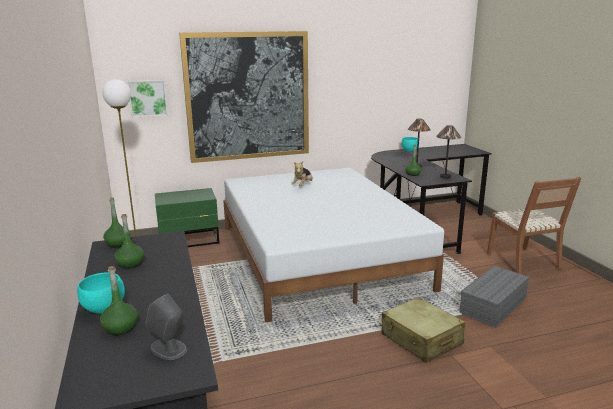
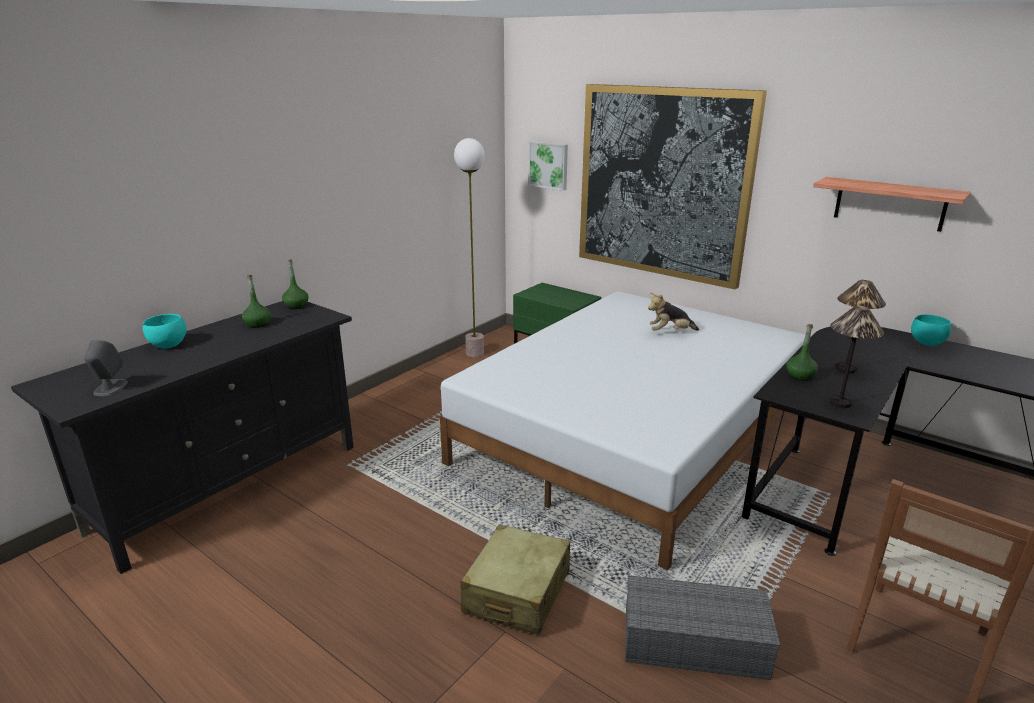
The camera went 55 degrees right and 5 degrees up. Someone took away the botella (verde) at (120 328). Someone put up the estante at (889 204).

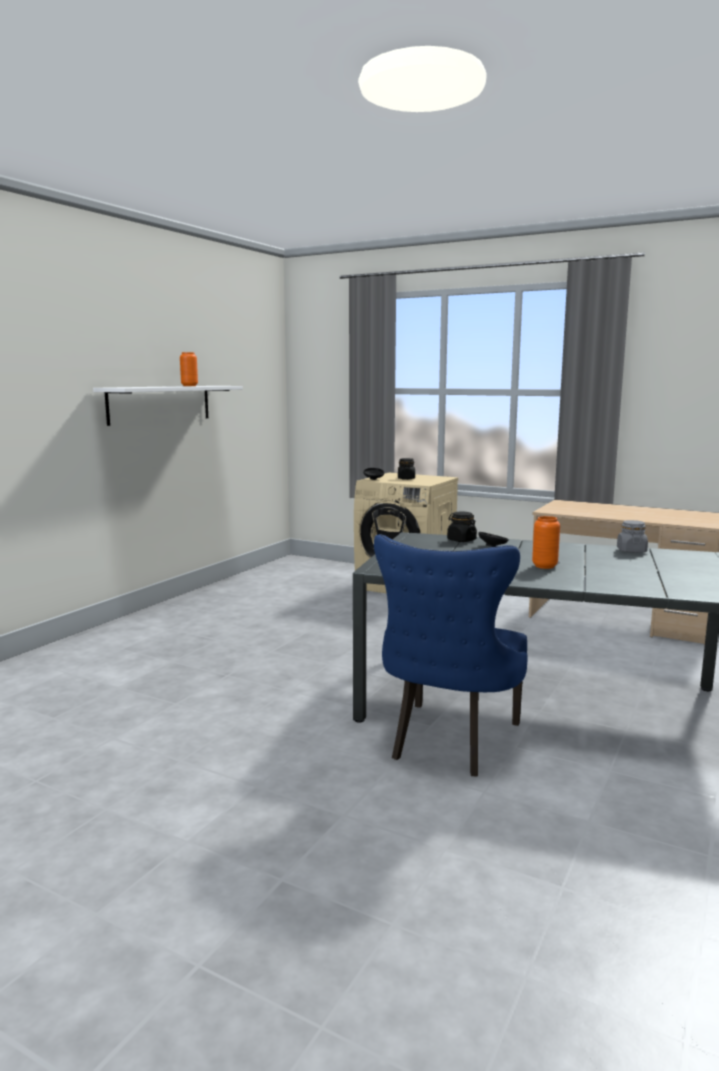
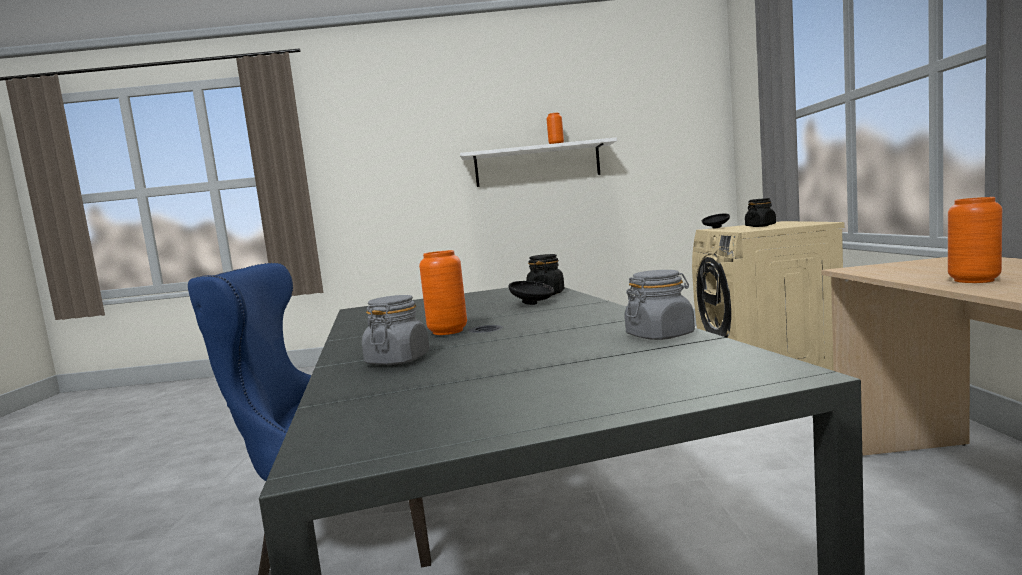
The camera went 60 degrees right and 5 degrees down. Someone put down the tarro (gris) at (398 360). Someone put down the florero (naranja) at (973 280).

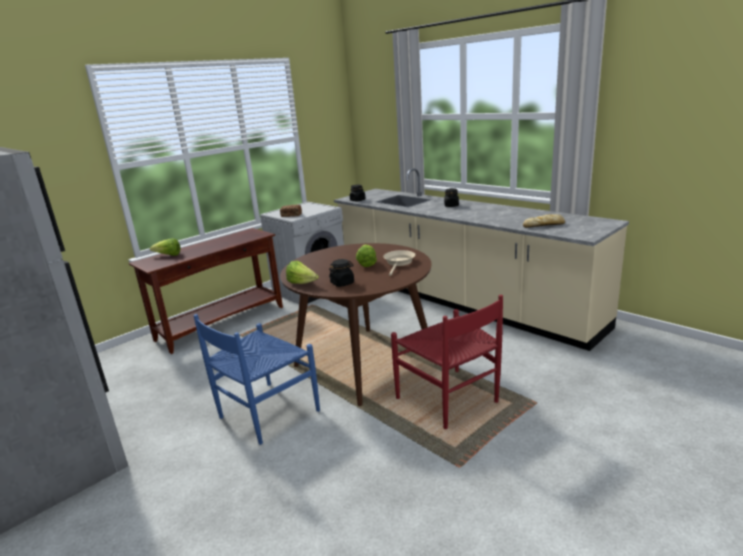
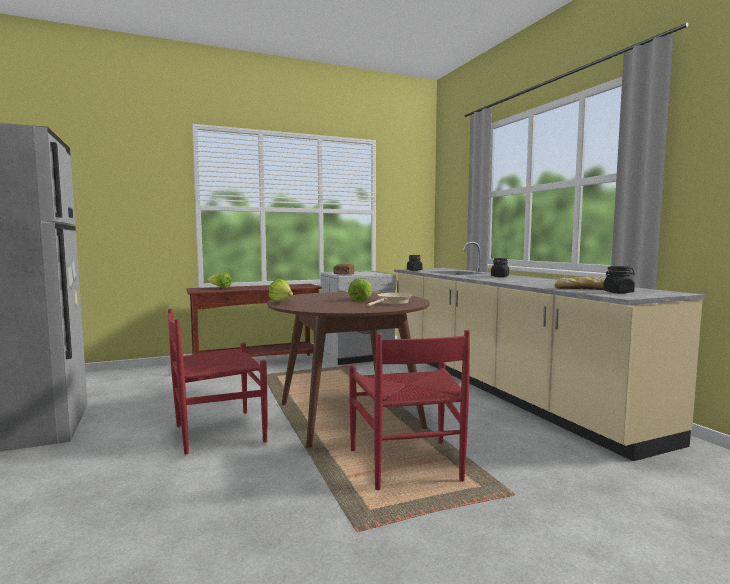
The camera went 20 degrees right and 15 degrees down. Someone repainted the silla (azul) at (266 413), which became the silla (rojo) at (218 433). Someone carried the tarro (negro) from (342 283) to (618 292).

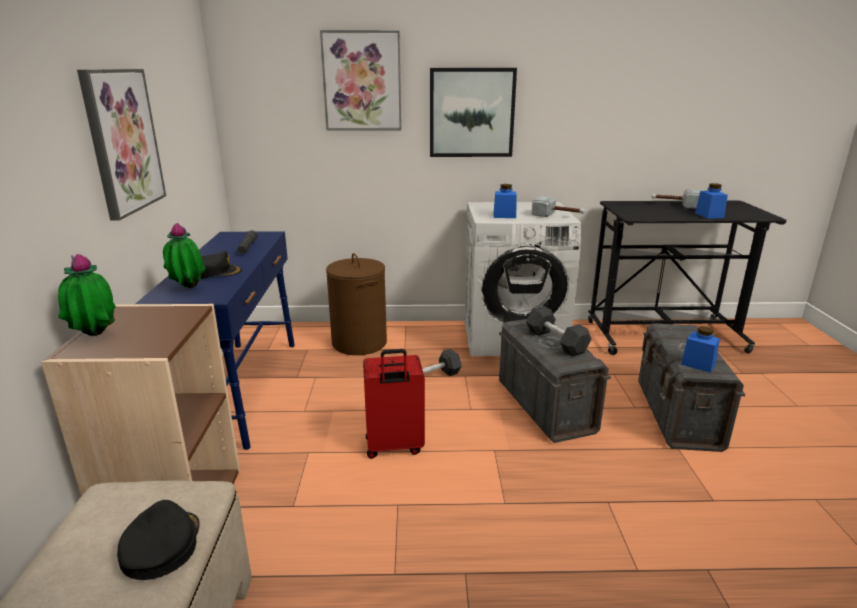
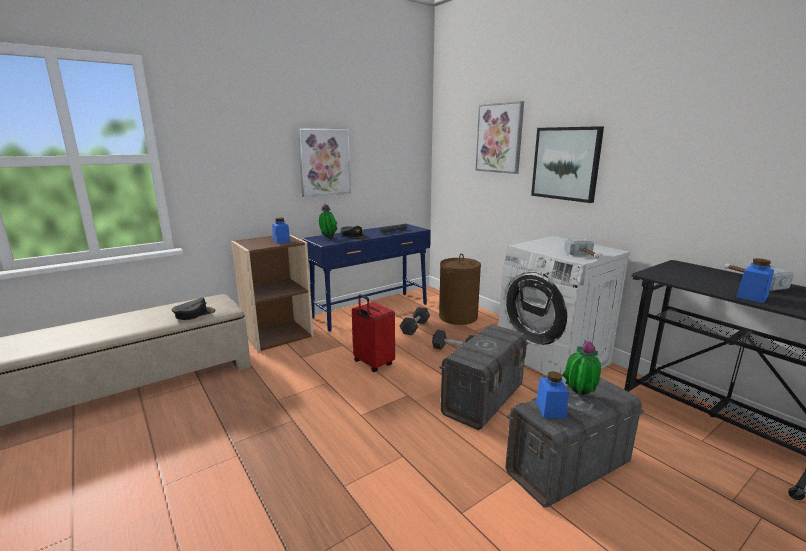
The camera went 55 degrees right and 5 degrees down. Someone carried the planta en maceta from (95 337) to (578 395). Someone carried the tarro (azul) from (504 215) to (281 241). Someone carried the mancuerna (gris) from (556 341) to (415 327).

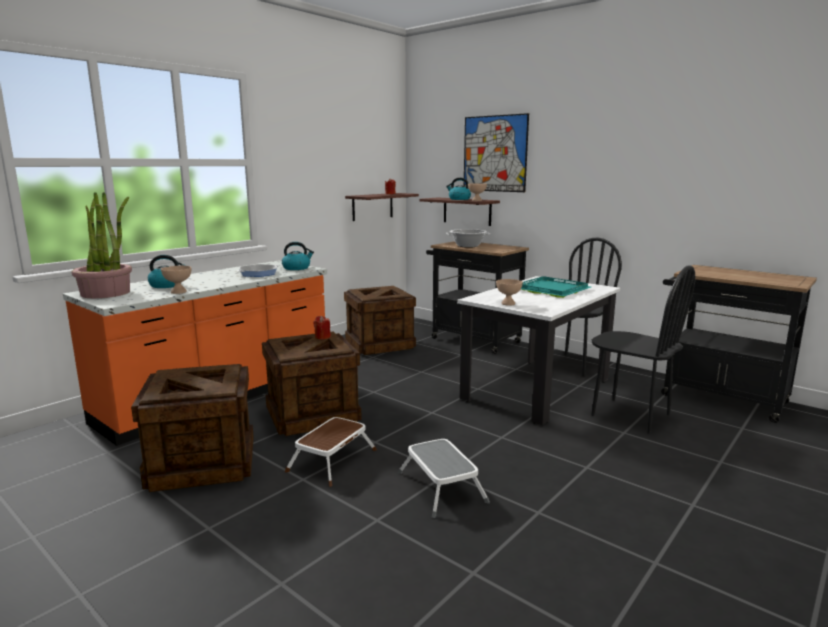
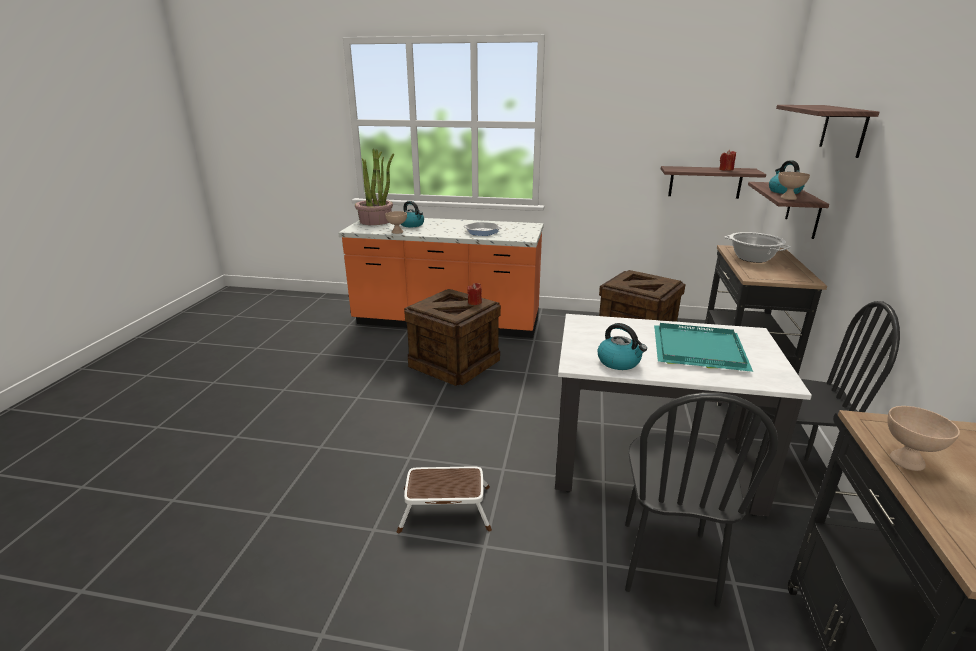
The camera went 60 degrees right and 10 degrees up. Someone took away the caja de embalaje at (201 464). Someone carried the hervidor from (297 268) to (619 362). Someone carried the escalera de tijera (marrón) from (332 460) to (445 509). Someone took away the escalera de tijera (gris) at (442 486). Someone swapped the cuadro at (494 153) for the estante at (843 130). Someone carried the cuenco (beis) from (507 303) to (906 460).

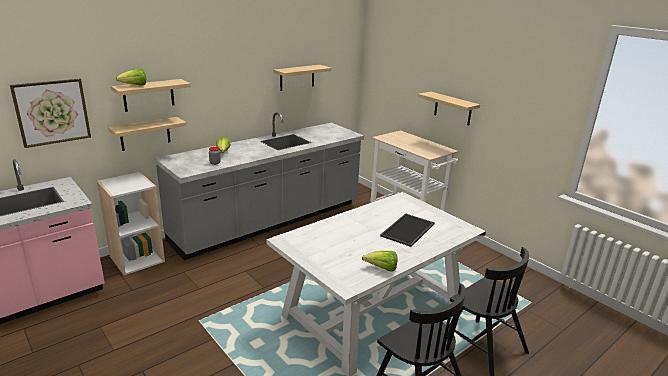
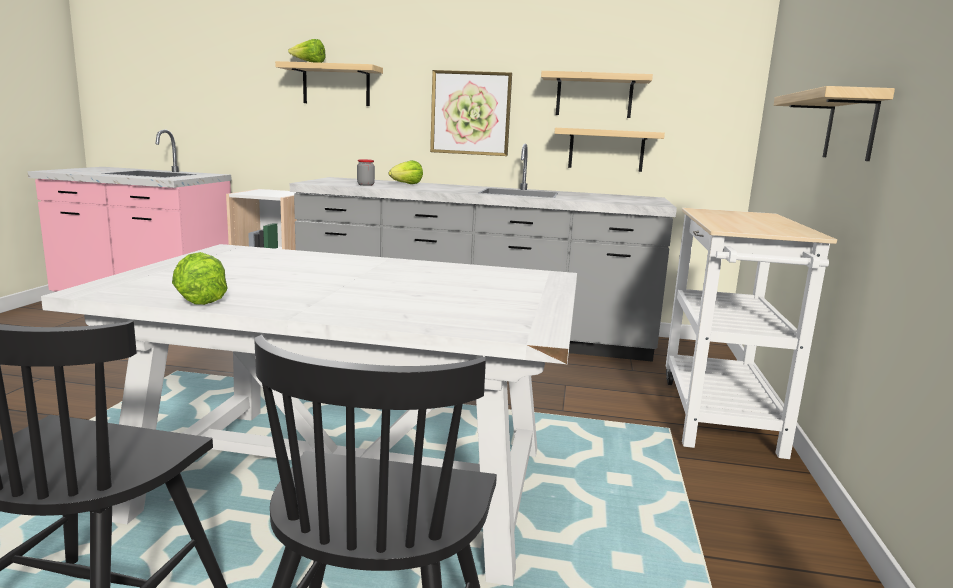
The camera went 50 degrees right and 10 degrees down. Someone carried the cuadro from (52 112) to (470 113). Someone carried the estante from (145 134) to (606 150). Someone took away the bandeja at (408 230).

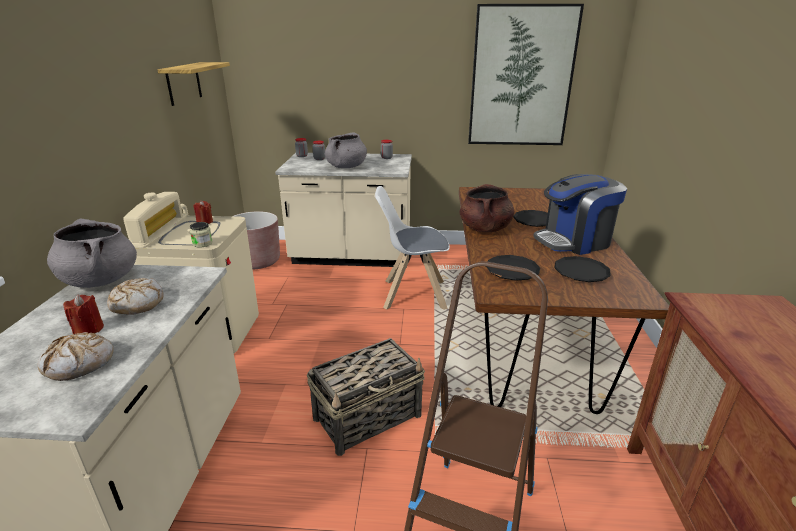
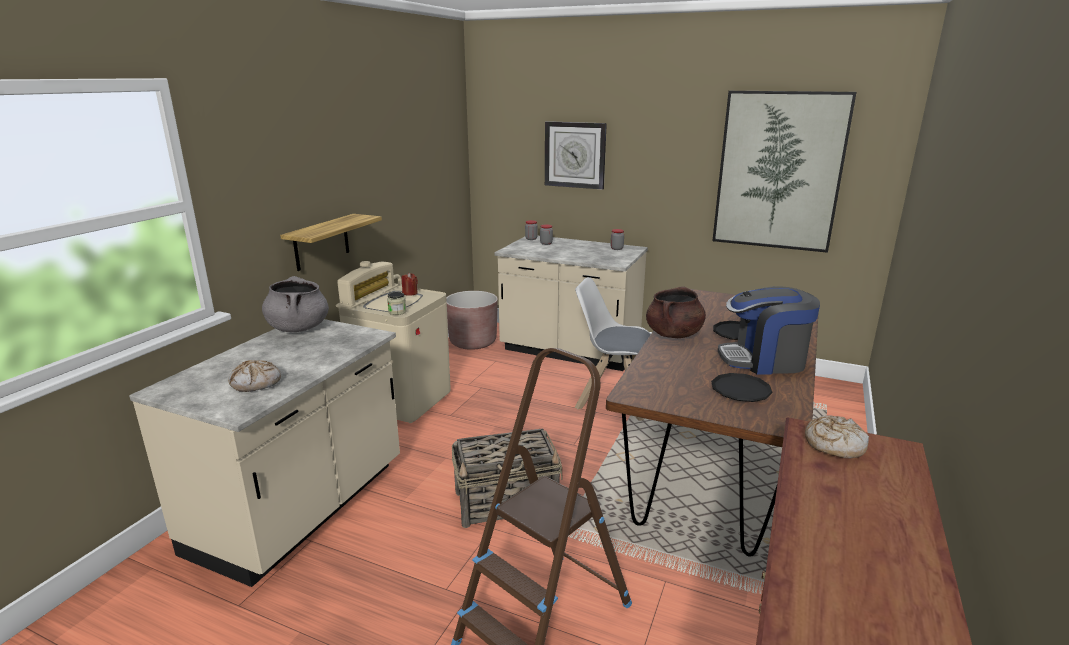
The camera went 20 degrees right and 5 degrees down. Someone took away the vela (rojo) at (88 329). Someone carried the pan from (137 303) to (833 444). Someone carried the estante from (184 83) to (321 242). Someone took away the olla (gris) at (346 167). Someone took away the plato (negro) at (512 271). Someone put up the reloj de pared at (575 155).

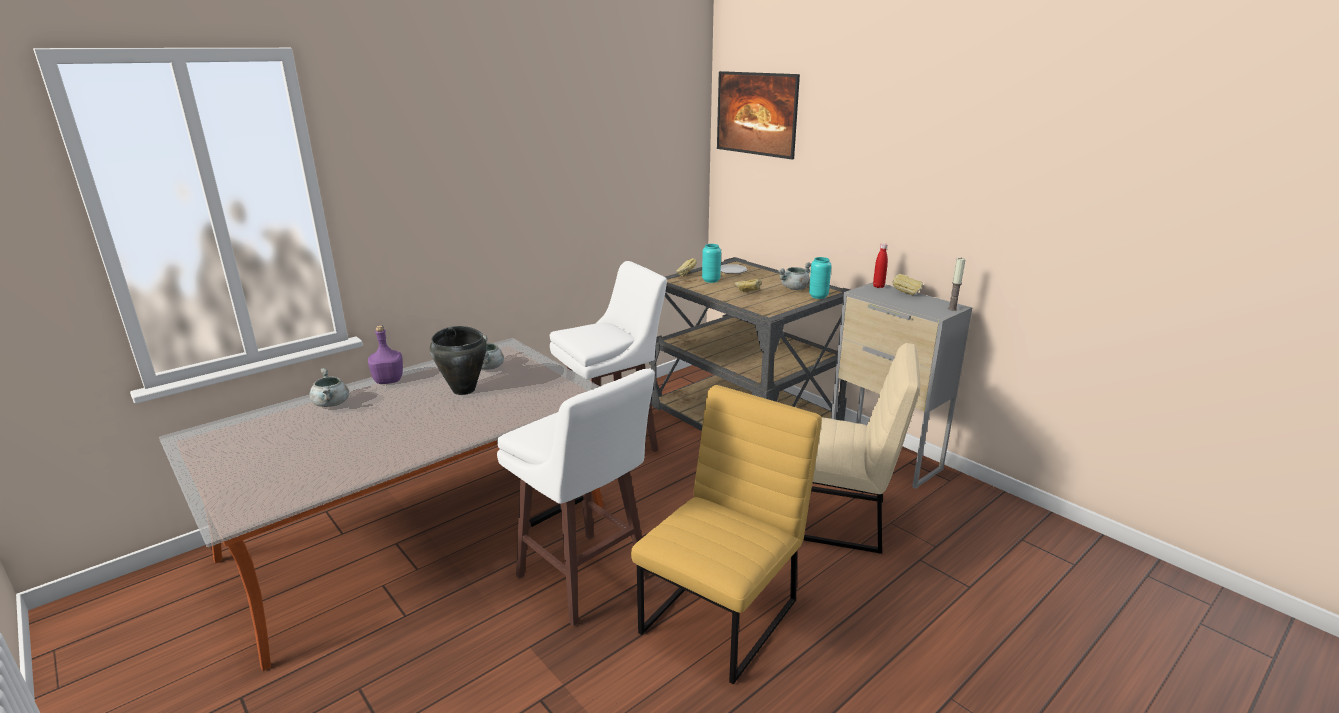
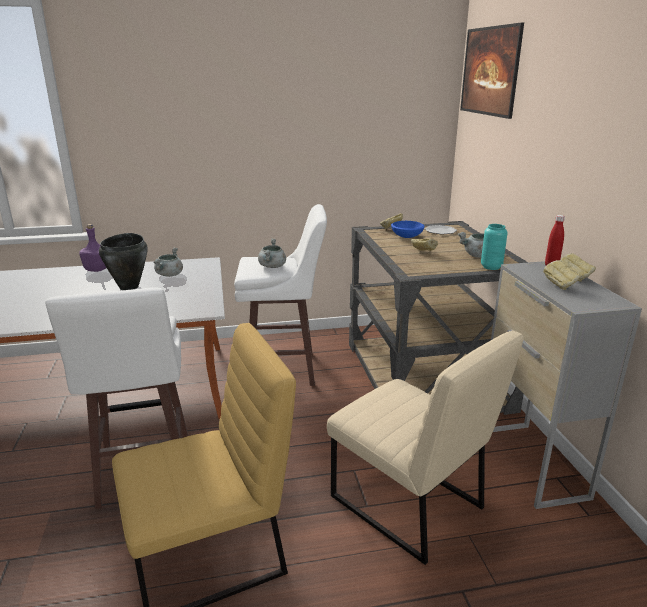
The camera went 30 degrees right and 0 degrees up. Someone carried the olla (gris) from (332 404) to (272 266). Someone swapped the florero (turquesa) at (711 280) for the cuenco (azul) at (406 236). Someone took away the vela at (952 309). Someone put down the pan at (559 286).

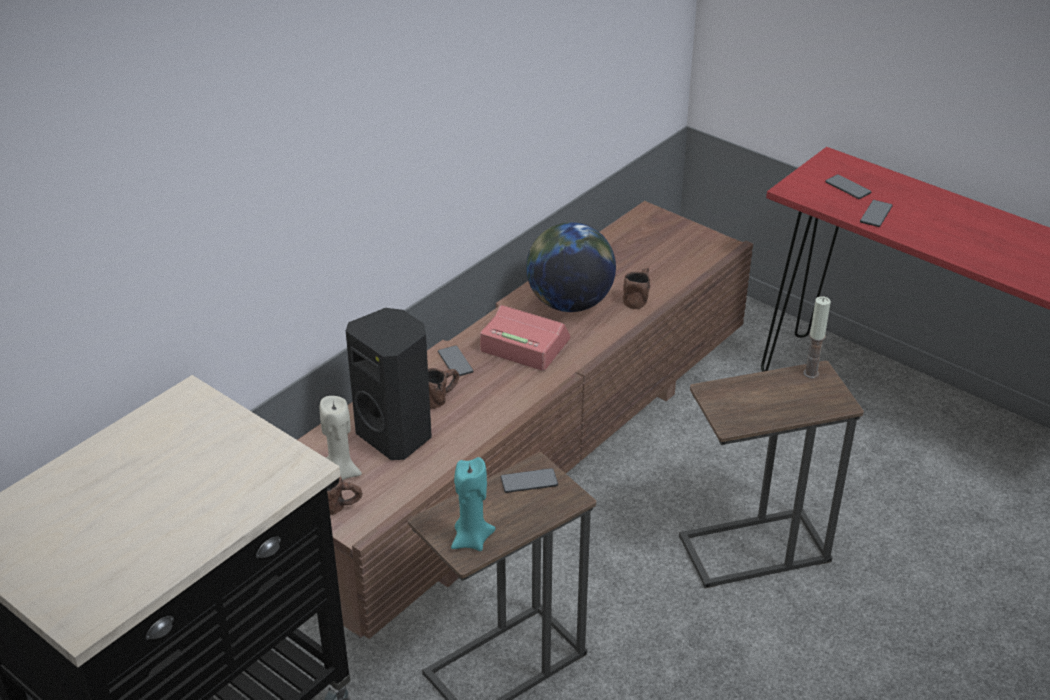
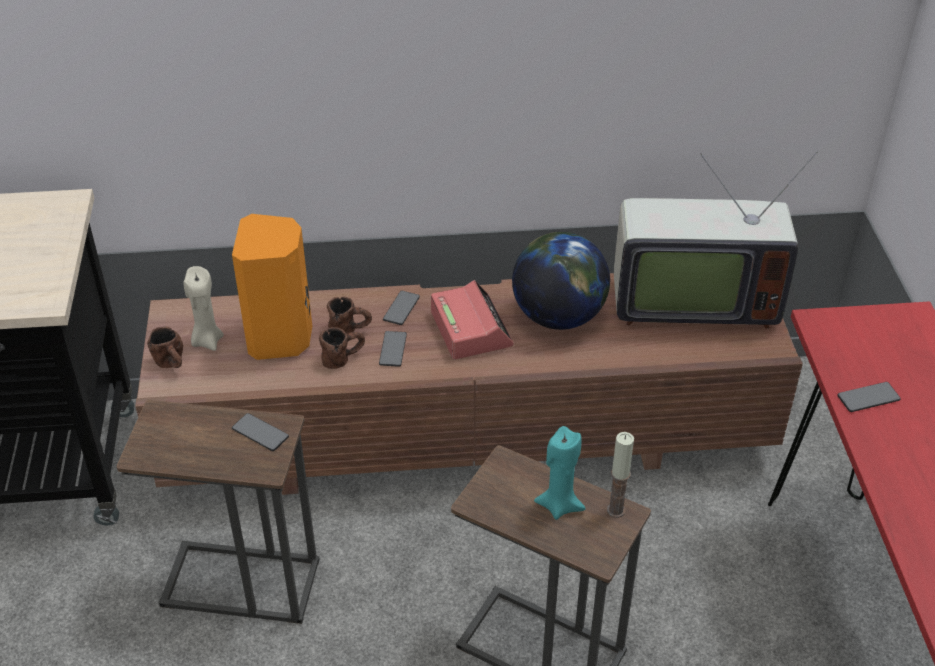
The camera went 45 degrees right and 5 degrees up. Someone repainted the altavoz (negro) at (397 435), which became the altavoz (naranja) at (281 338). Someone carried the vela (turquesa) from (471 540) to (559 505). Someone carried the taza grande (marrón) from (638 298) to (344 358). Someone carried the móvil from (848 188) to (393 349). Someone put down the televisor at (690 301).

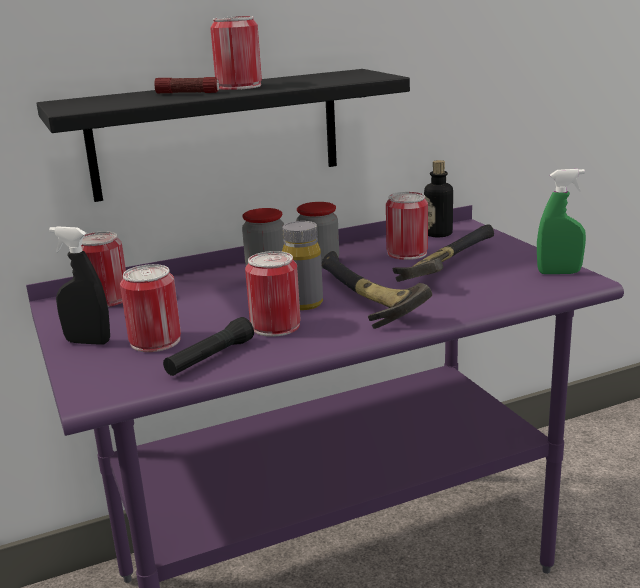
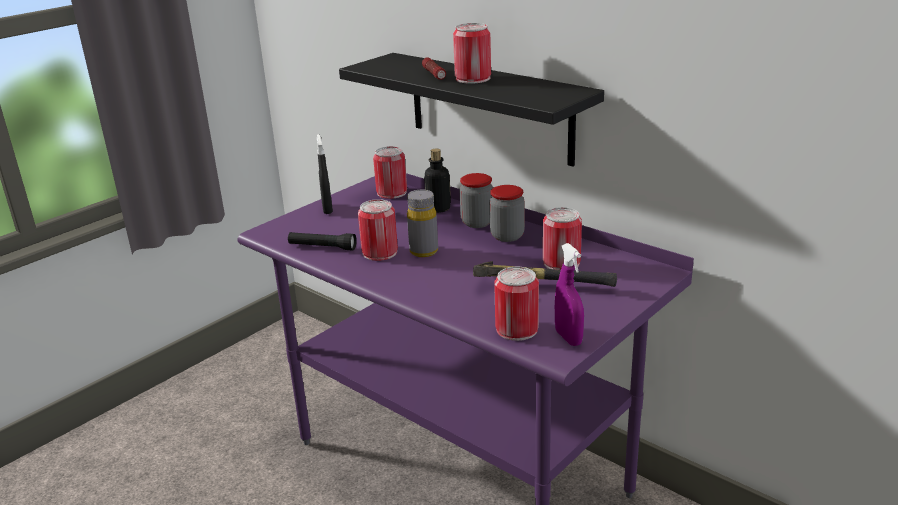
The camera went 65 degrees right and 5 degrees up. Someone carried the lata from (155 341) to (517 329). Someone took away the martillo at (364 301). Someone carried the botella from (438 234) to (438 208). Someone repainted the pulverizador (verde) at (559 273), which became the pulverizador (morado) at (568 338).

